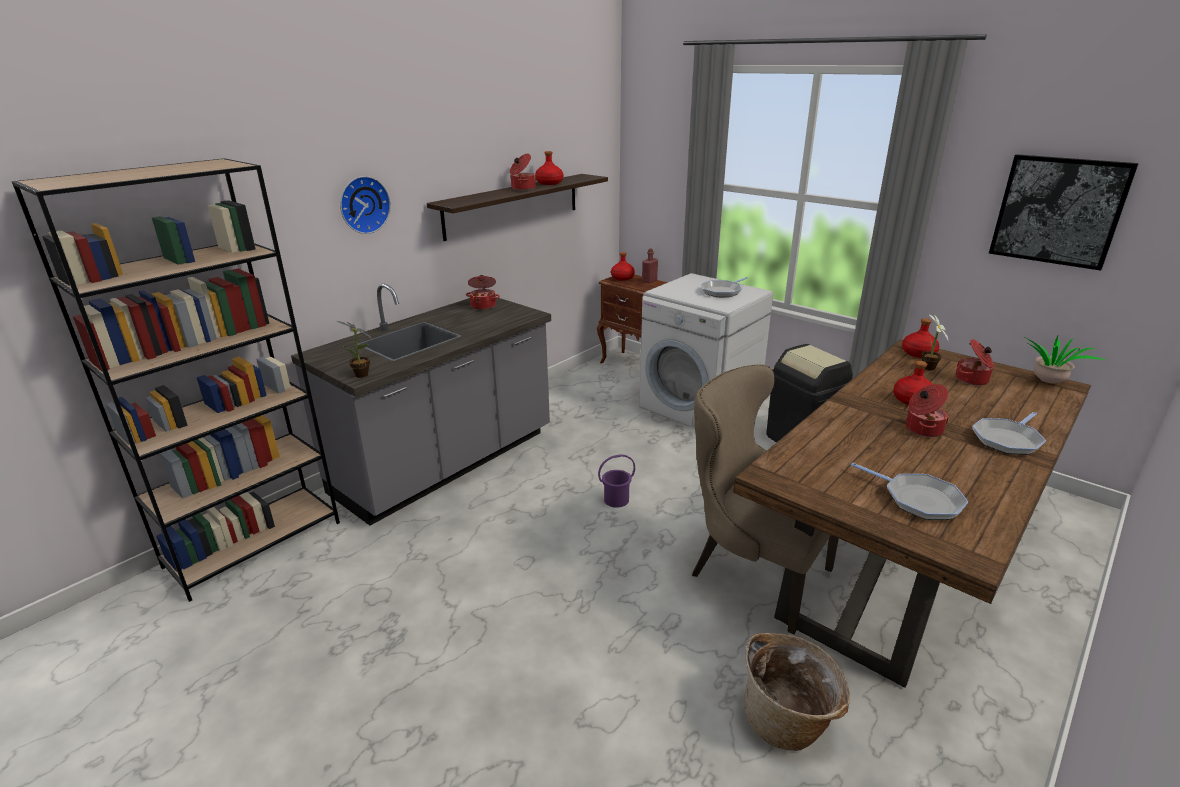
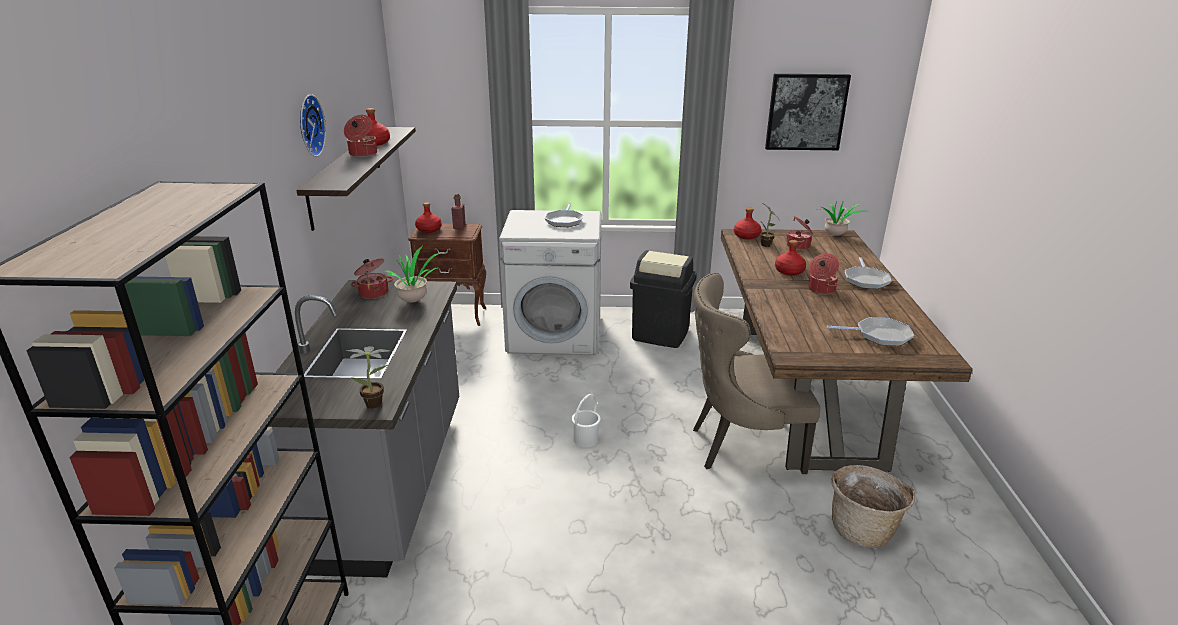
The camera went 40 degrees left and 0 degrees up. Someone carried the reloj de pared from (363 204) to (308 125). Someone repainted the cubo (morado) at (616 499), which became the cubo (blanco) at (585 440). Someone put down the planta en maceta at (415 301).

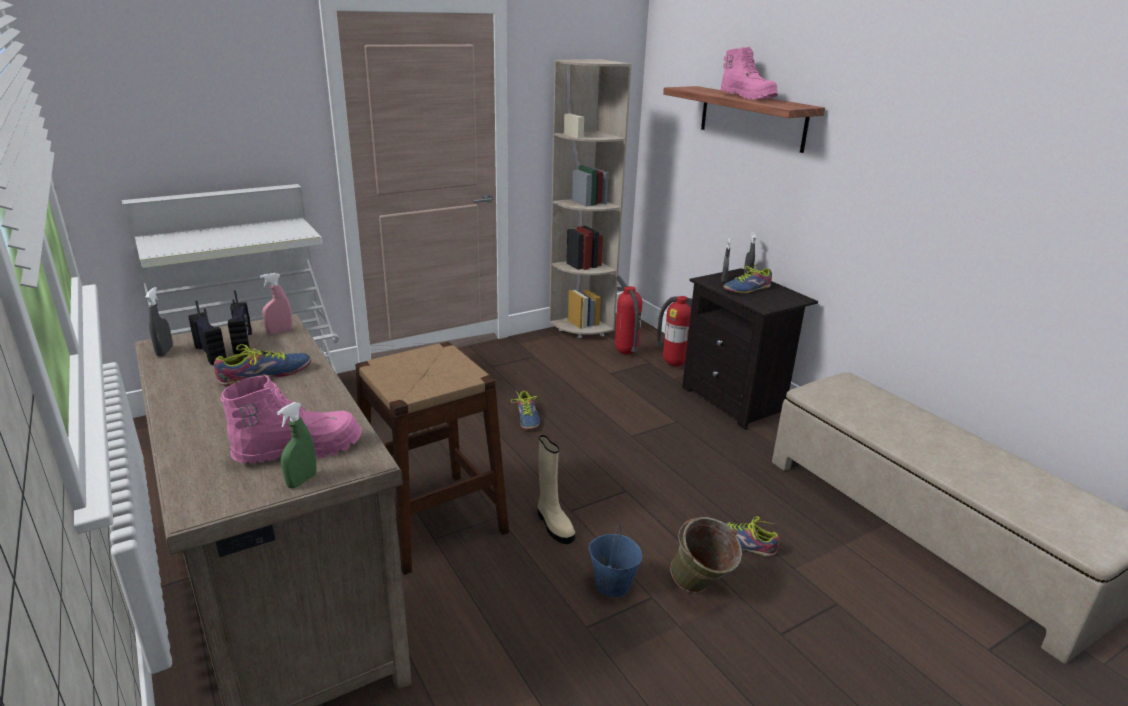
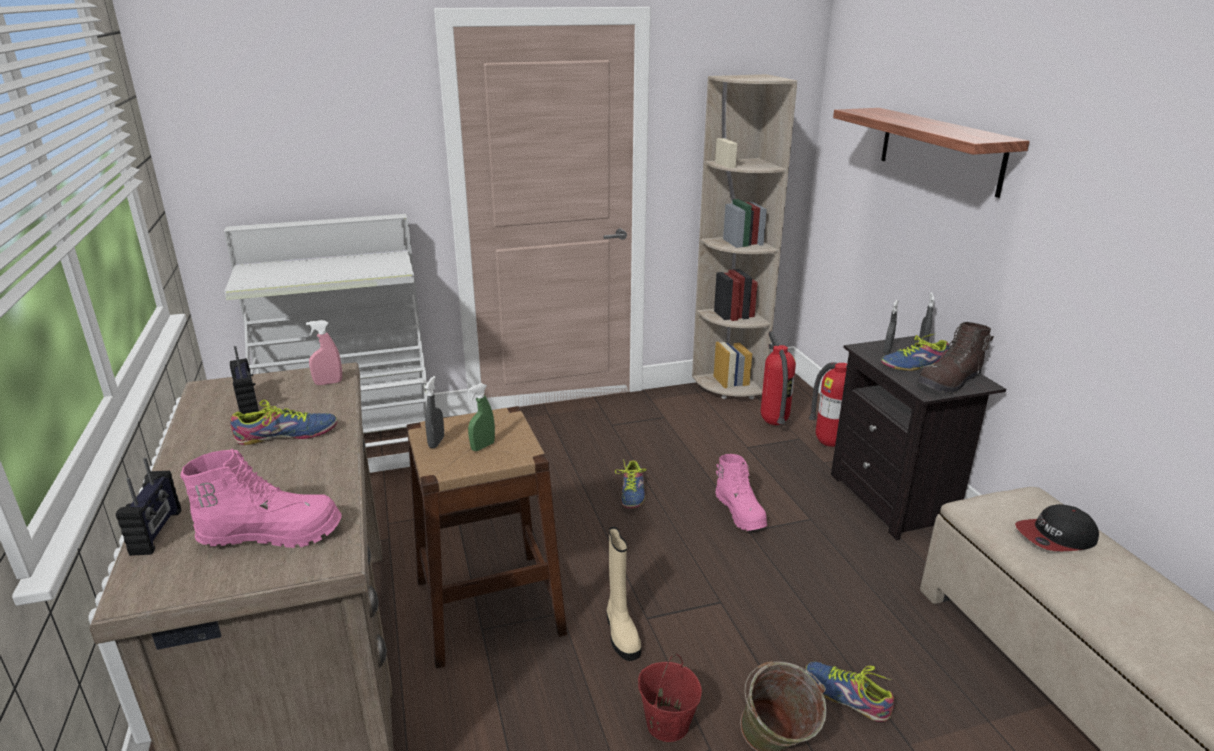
The camera went 15 degrees right and 0 degrees up. Someone carried the pulverizador (gris) from (165 352) to (436 442). Someone carried the radio from (243 343) to (157 532). Someone carried the pulverizador (verde) from (302 481) to (482 446). Someone repainted the cubo (azul) at (612 584), which became the cubo (rojo) at (667 724). Someone carried the bota (rosa) from (748 97) to (740 512). Someone put down the bota (marrón) at (950 383). Someone put down the gorra at (1055 537).

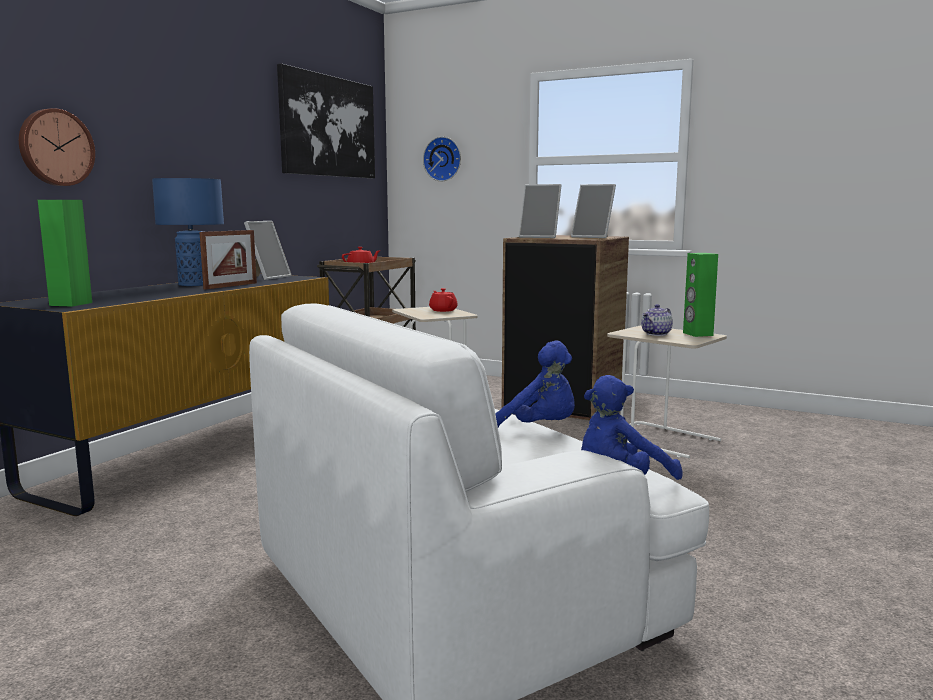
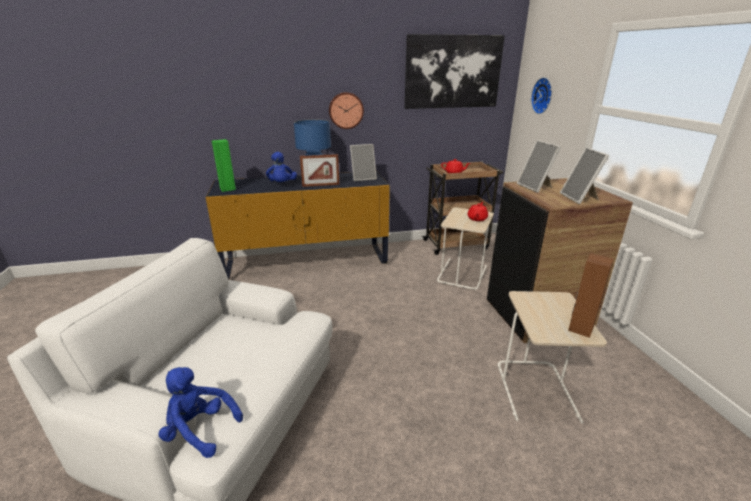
The camera went 50 degrees right and 15 degrees up. Someone carried the reloj de pared from (55 147) to (346 110). Someone carried the peluche (azul) from (539 429) to (282 185). Someone took away the tetera at (656 334). Someone repainted the altavoz (verde) at (697 334), which became the altavoz (marrón) at (580 328).

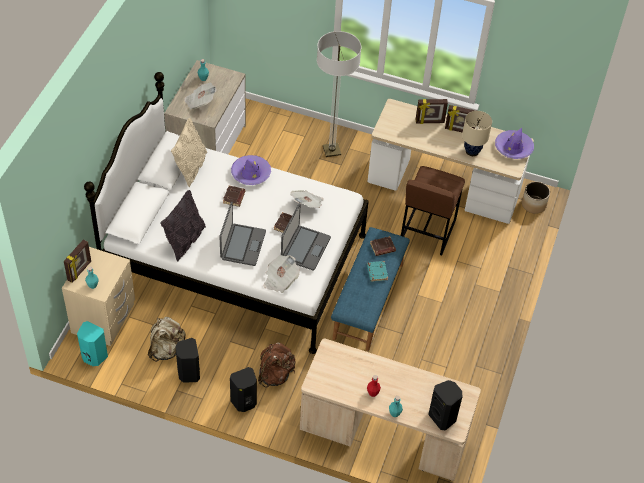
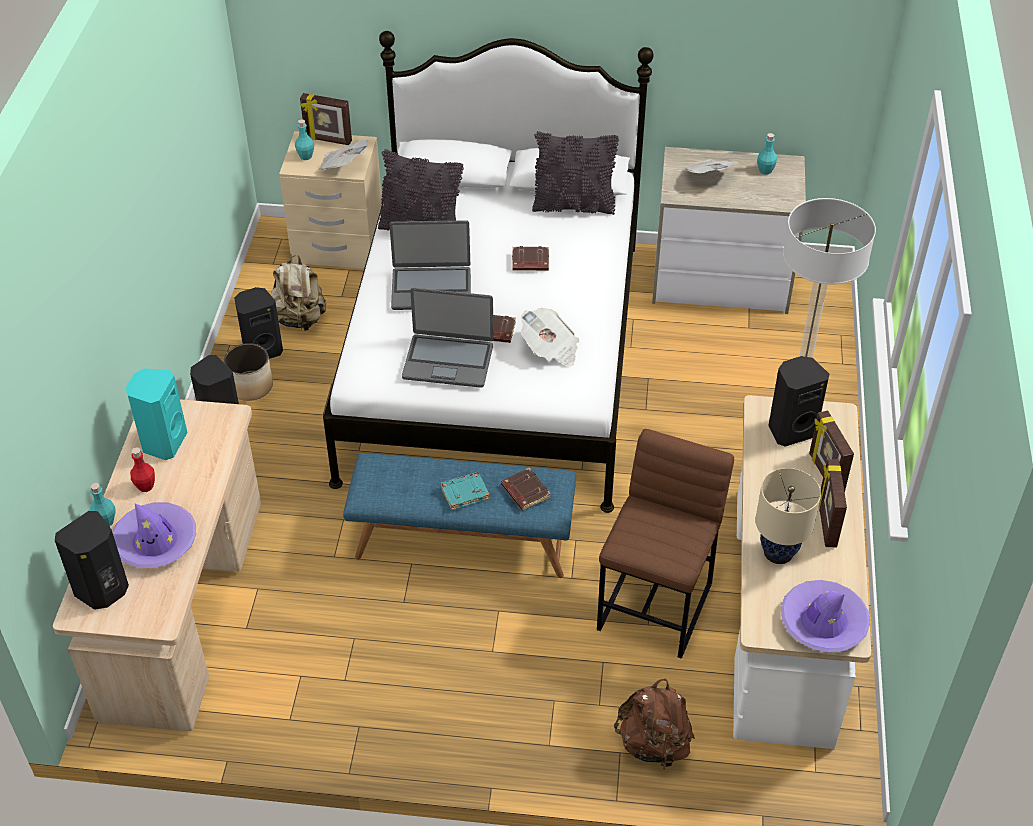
The camera went 80 degrees right and 5 degrees down. Someone carried the altavoz (turquesa) from (94 357) to (163 442). Someone repainted the cojín (beis) at (191 168), which became the cojín (negro) at (574 205). Someone carried the sombrero (morado) from (251 173) to (156 542). Someone carried the mochila (marrón) from (275 375) to (654 744). Someone carried the periódico from (280 280) to (343 166). Someone rotated the silla (marrón) at (427 232) by 105 degrees clockwise. Someone carried the maceta from (533 204) to (251 386). Someone put down the altavoz (negro) at (791 430).

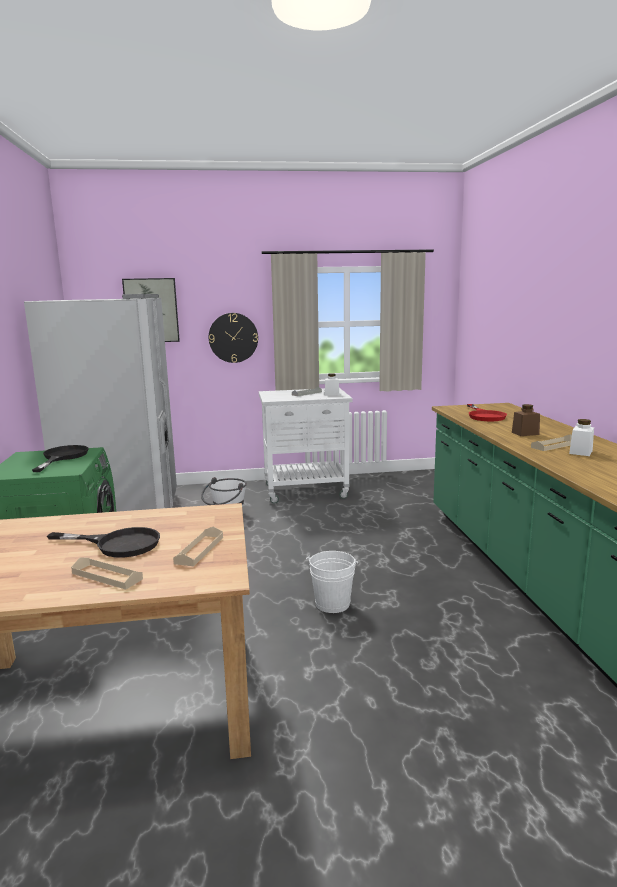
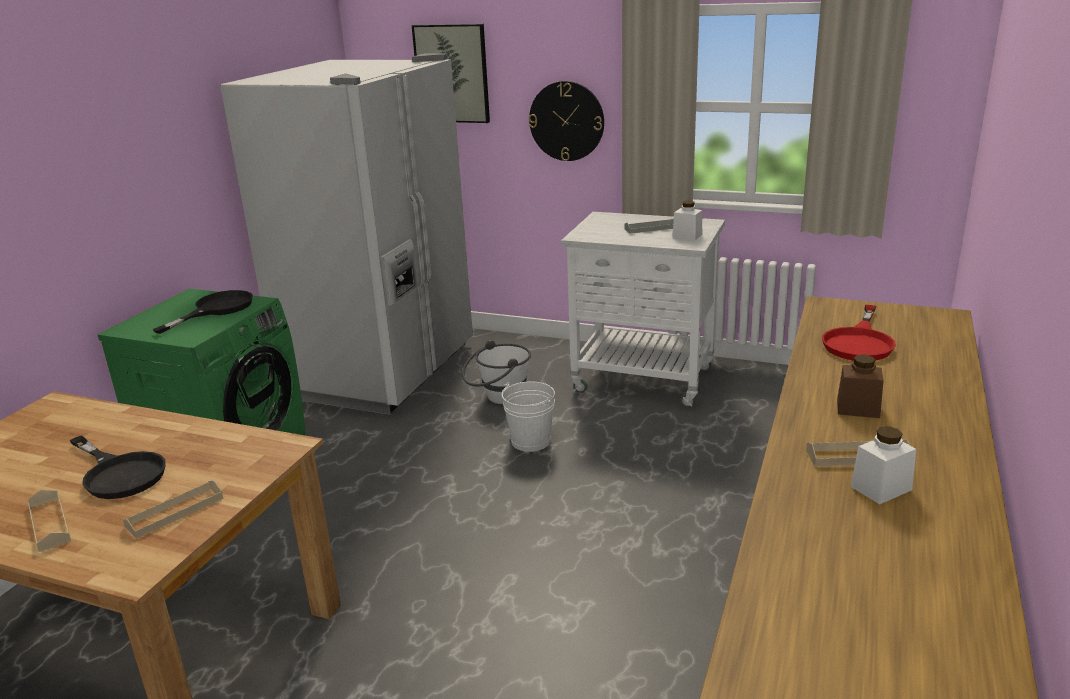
The camera went 30 degrees right and 10 degrees up. Someone carried the cubo (blanco) from (332 603) to (530 441).

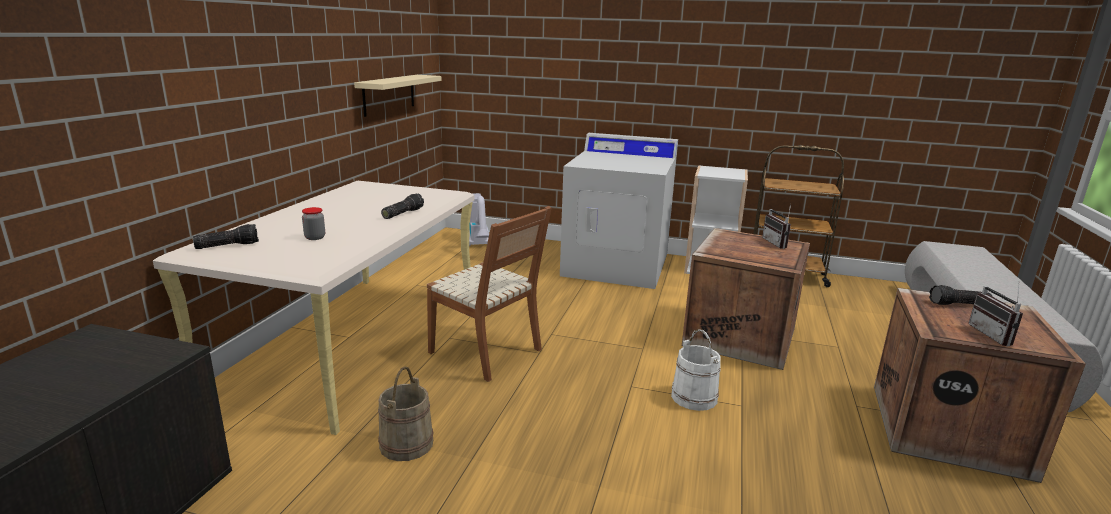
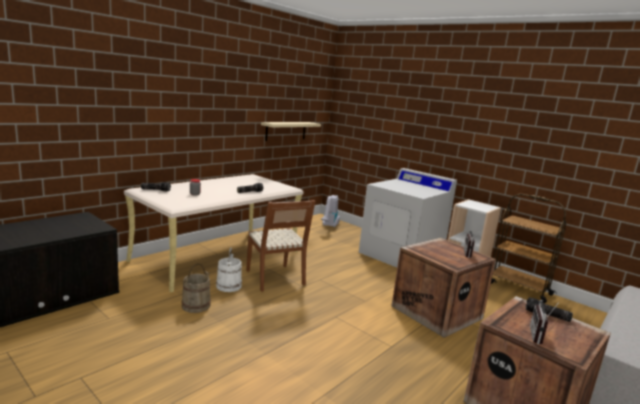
The camera went 25 degrees right and 5 degrees down. Someone carried the cubo (blanco) from (694 397) to (229 286).

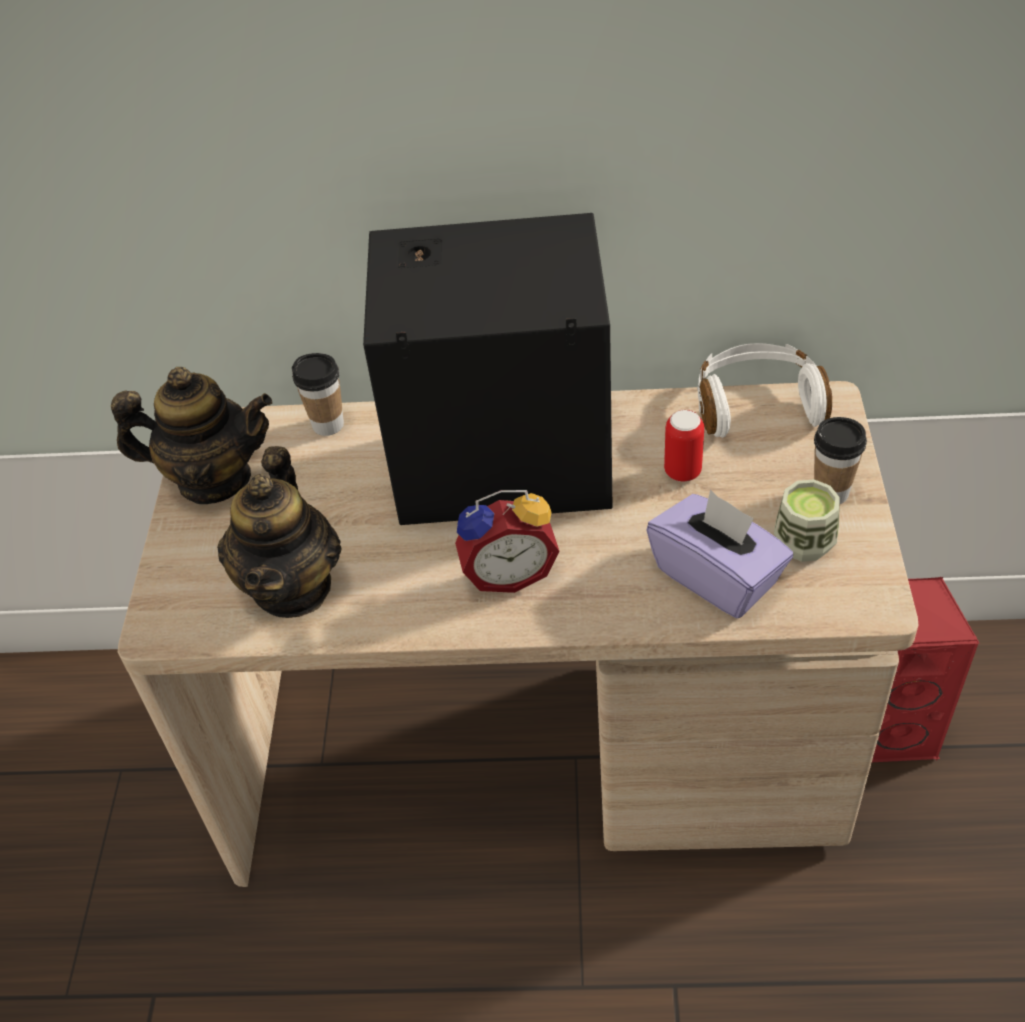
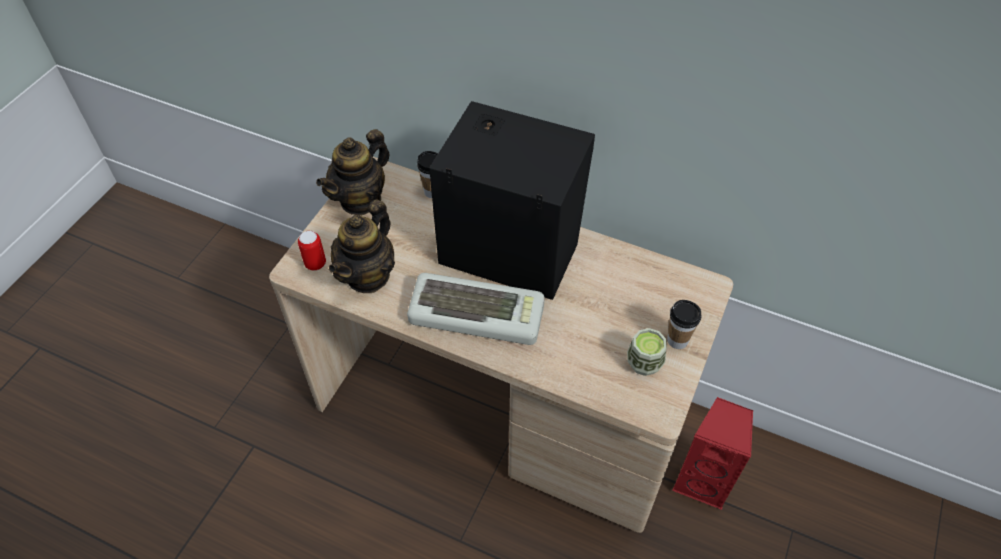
The camera went 20 degrees right and 5 degrees up. Someone rotated the tetera at (214 479) by 105 degrees clockwise. Someone swapped the despertador at (508 572) for the teclado at (478 313). Someone took away the caja de pañuelos (morado) at (717 576). Someone carried the lata from (682 472) to (315 264). Someone took away the auriculares (blanco) at (757 404).

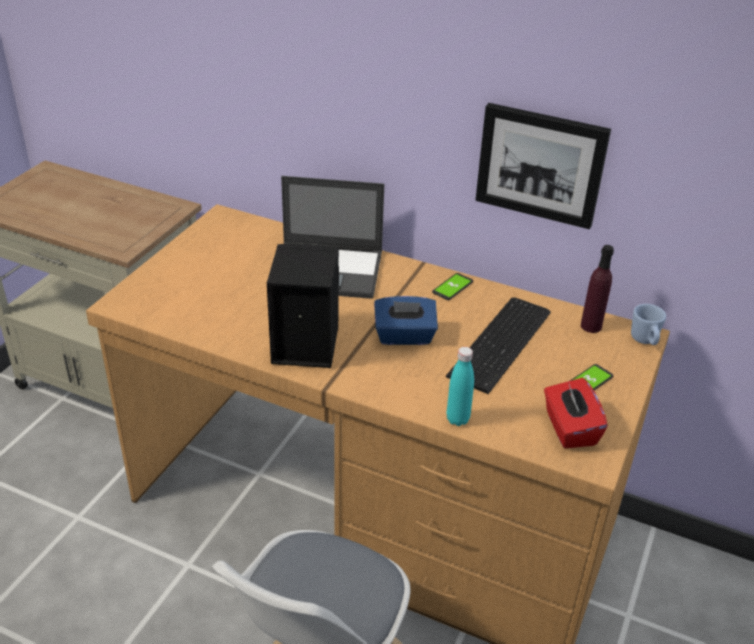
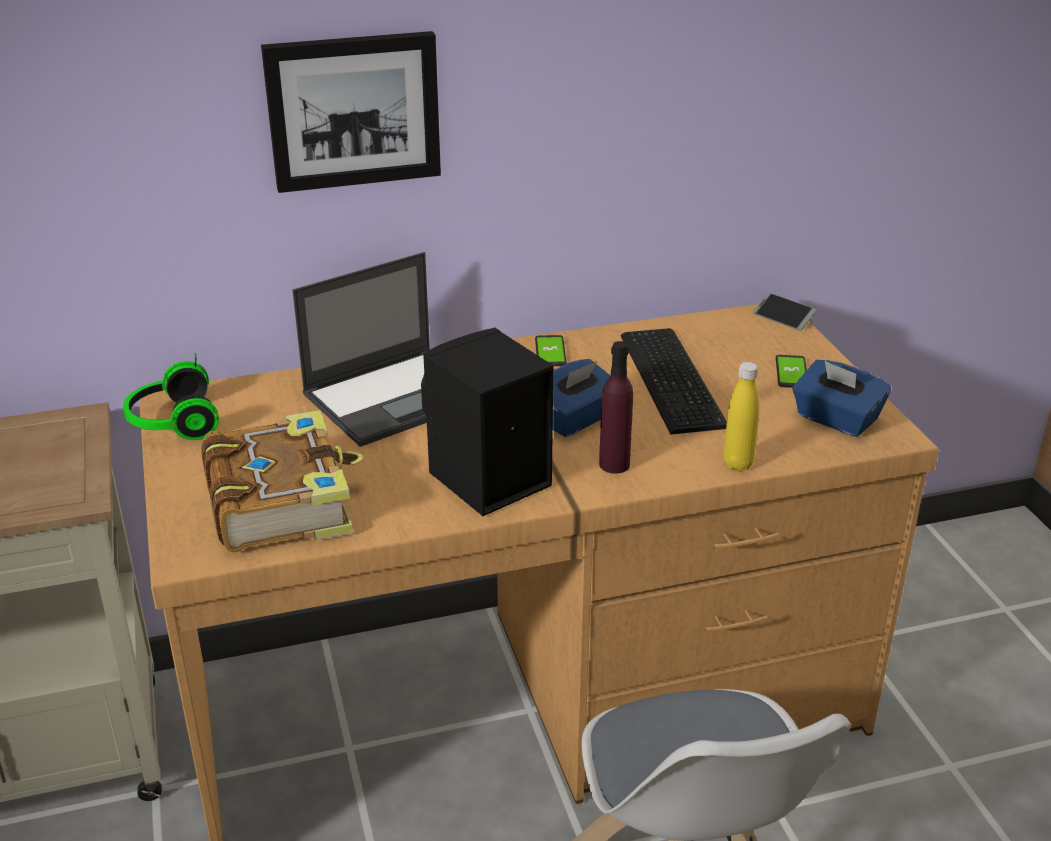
The camera went 40 degrees left and 5 degrees down. Someone repainted the botella (turquesa) at (457 419), which became the botella (amarillo) at (737 464). Someone carried the cuadro from (541 164) to (353 110). Someone repainted the caja de pañuelos (rojo) at (569 429), which became the caja de pañuelos (azul) at (836 419). Someone carried the botella (morado) from (591 326) to (614 464). Someone swapped the taza grande (azul) at (645 341) for the móvil at (783 317). Someone put down the auriculares at (172 422). Someone put down the libro at (281 502).

